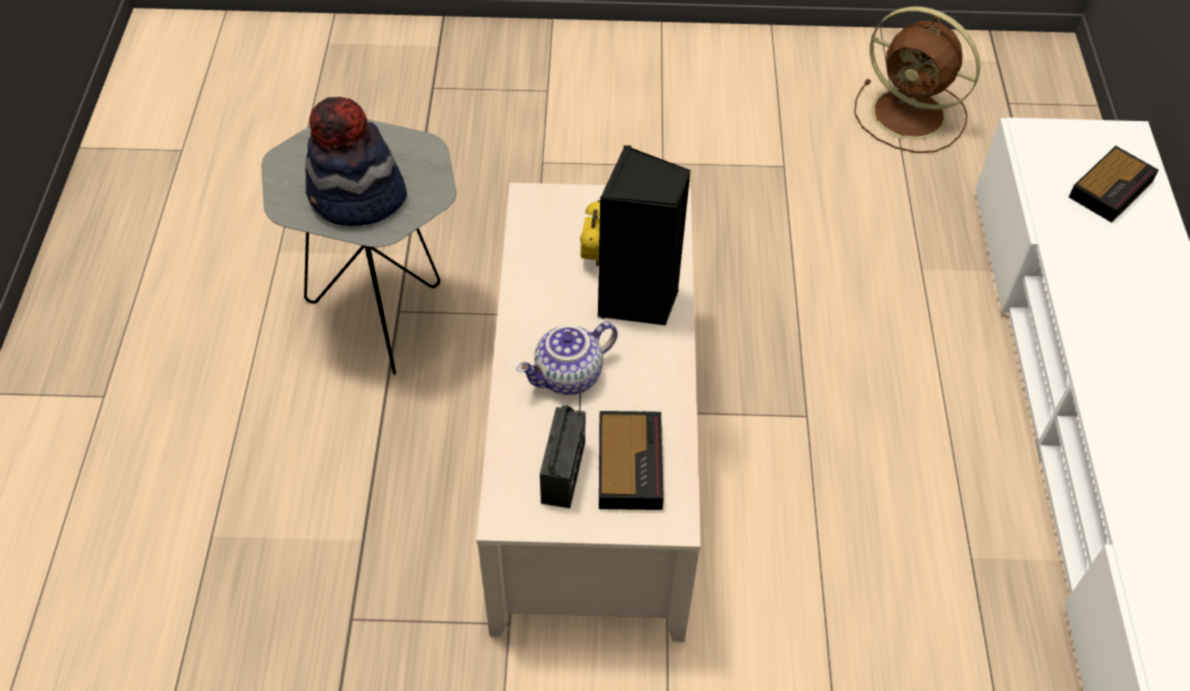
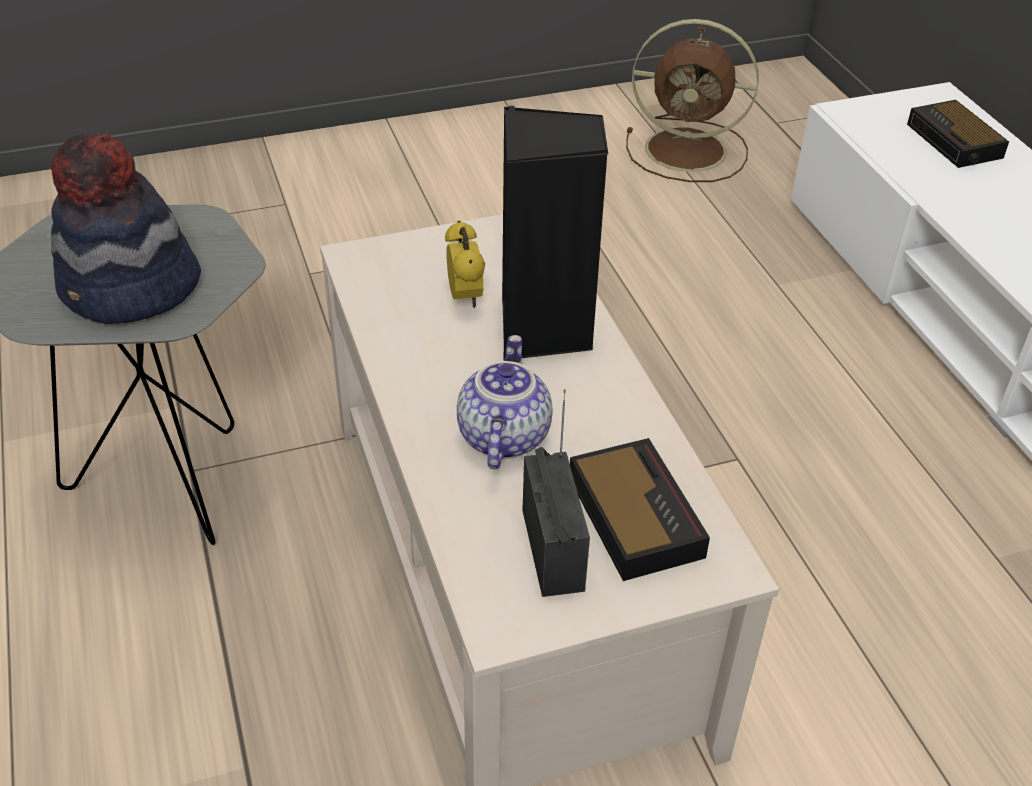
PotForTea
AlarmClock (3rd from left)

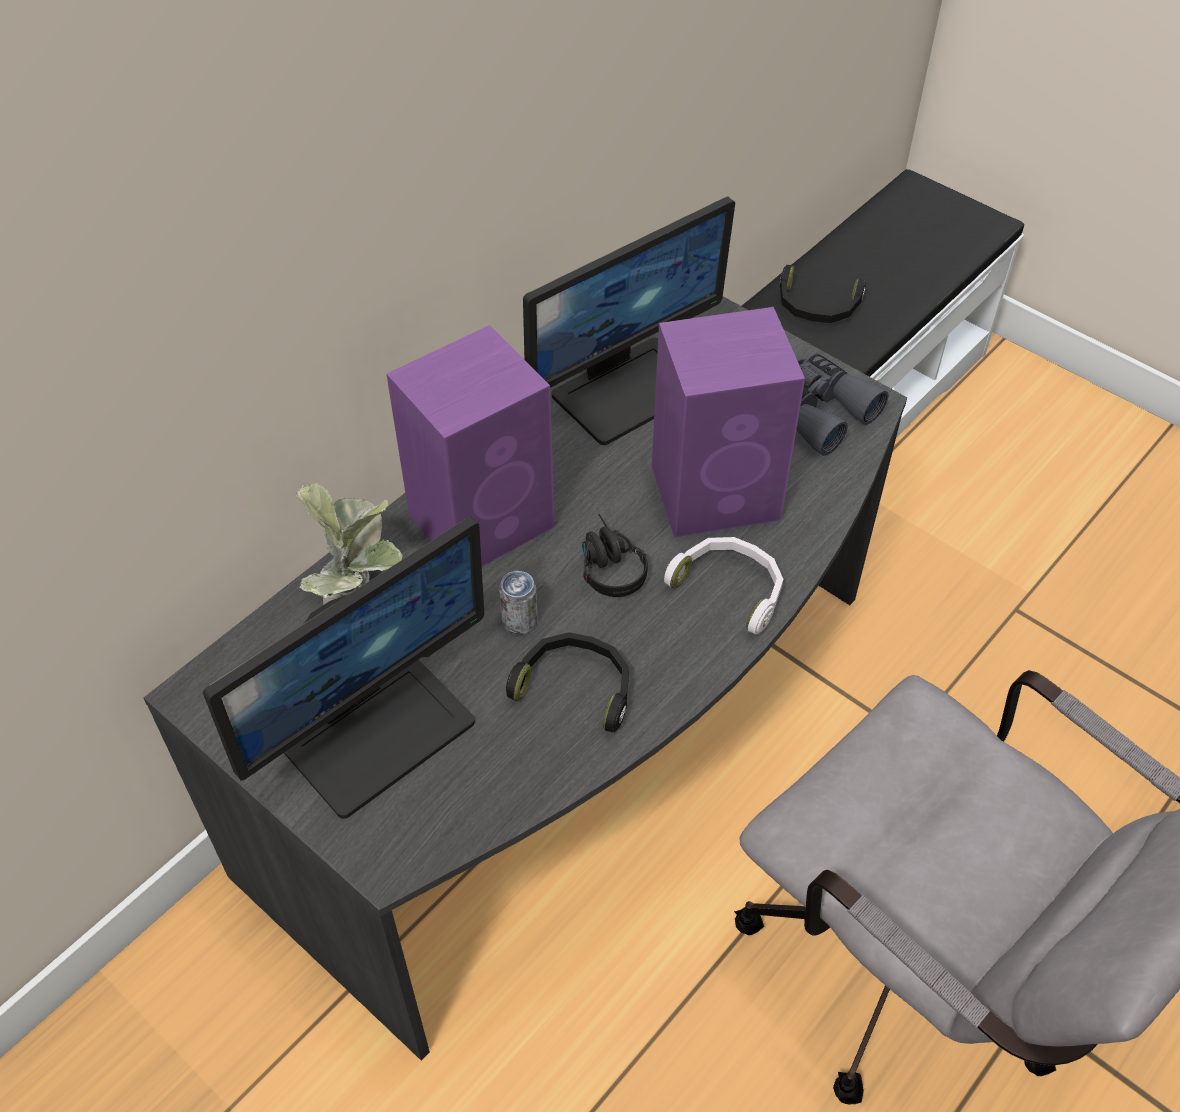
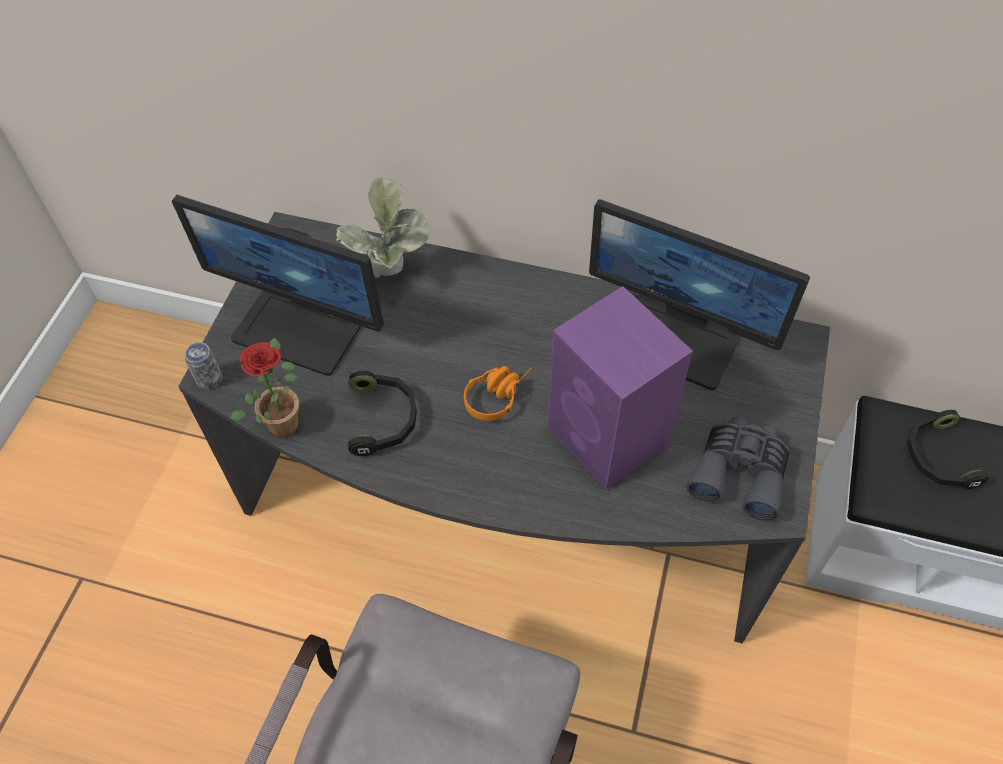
SealedCan
Houseplant (1st from left)
OrangeColouredHeadphones
PurpleColouredLoudspeaker (1st from left in the first image)
WhitishHeadphones

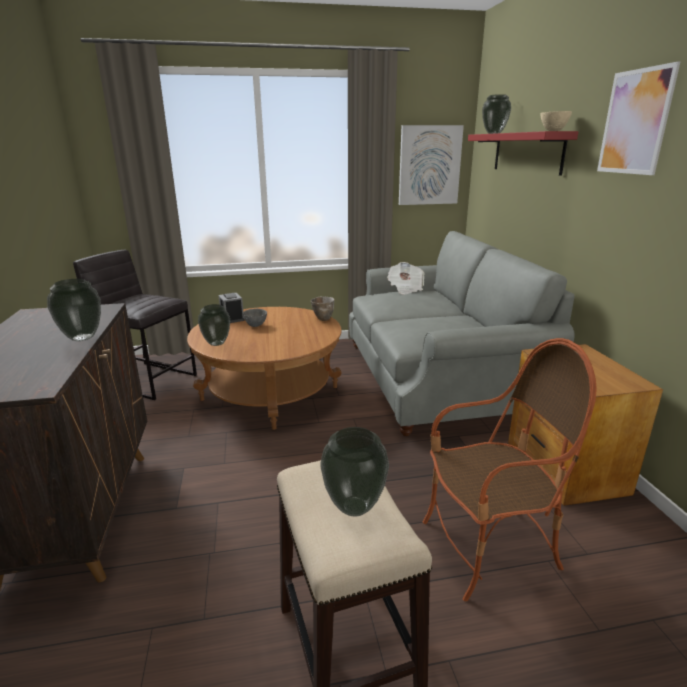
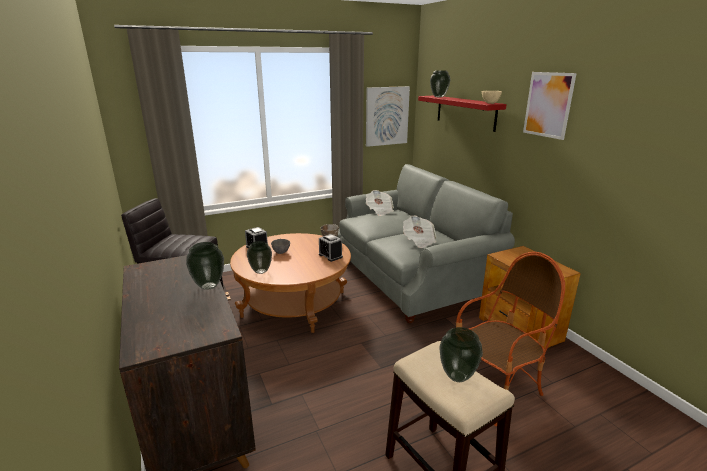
AlarmClock (2nd from left)
PrintedPaper (2nd from left)

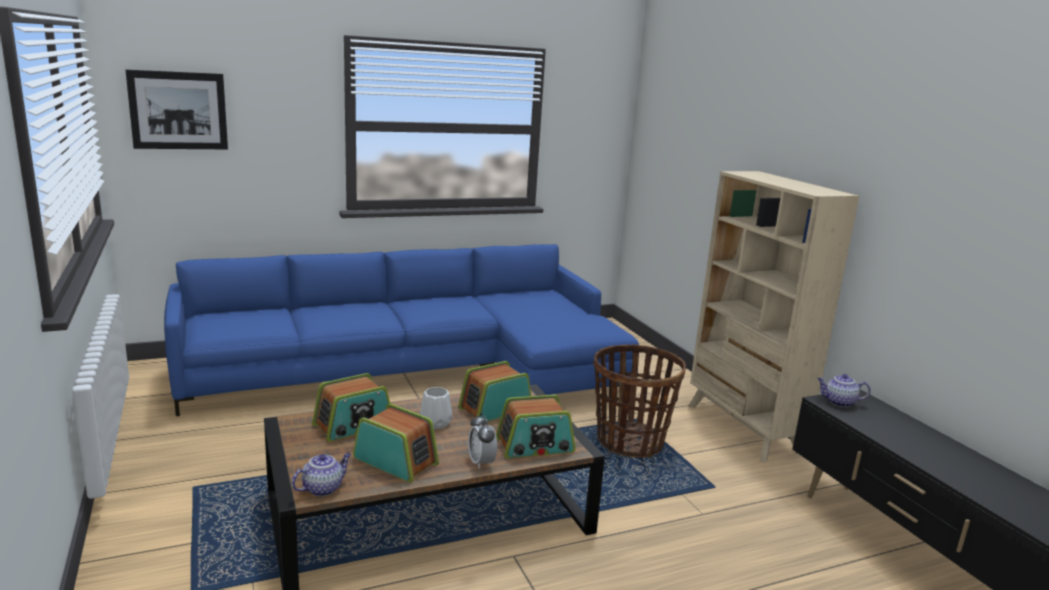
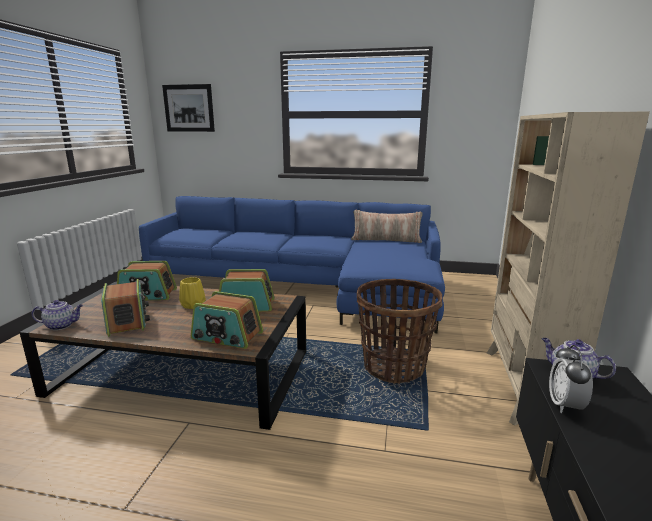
YellowFlowerVase
Cushion
AlarmClock

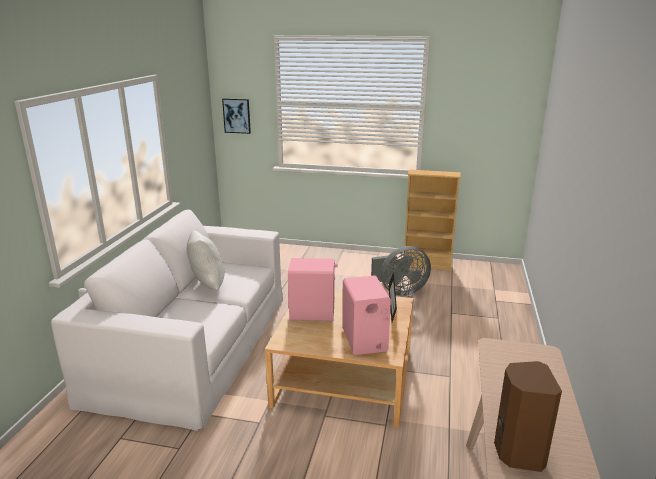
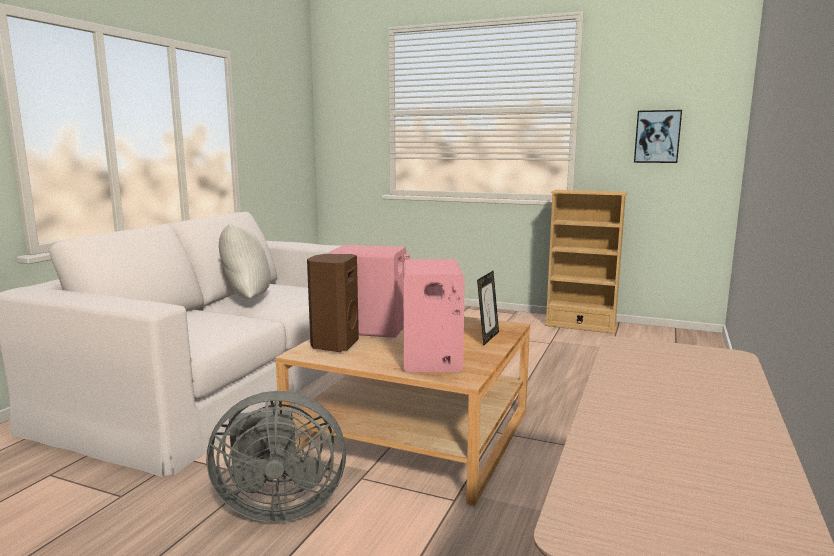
GreyishFan
BrownLoudspeaker
Picture

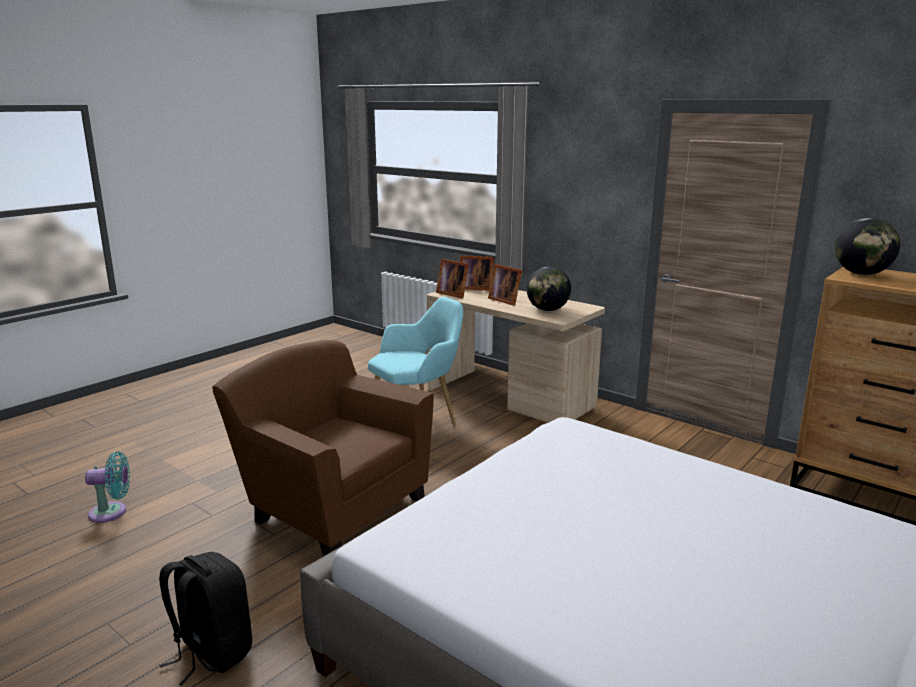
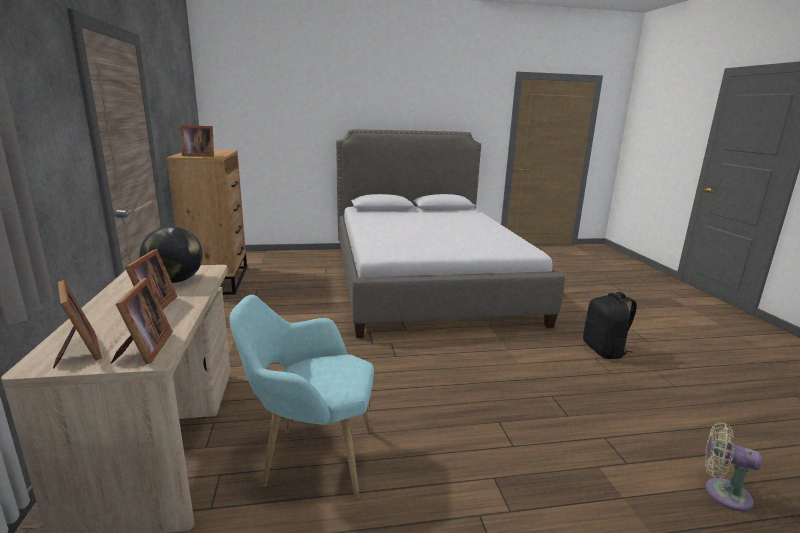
PictureFrame (4th from left)
BeigeFan
BrownEasyChair

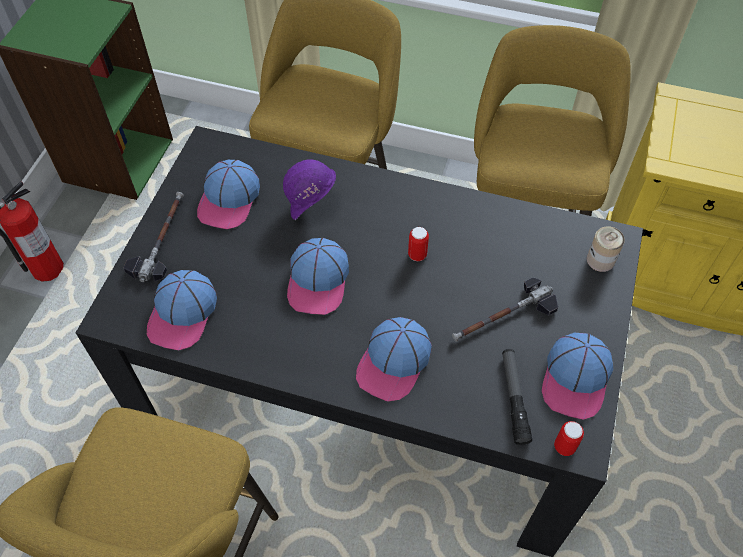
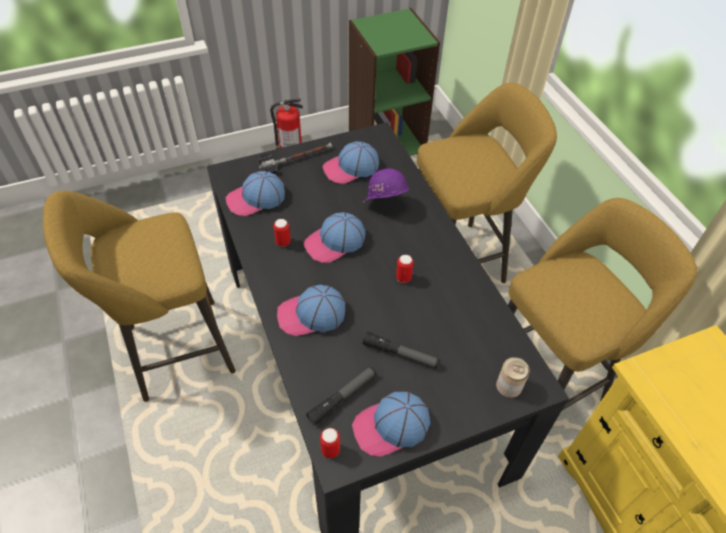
SealedCan (1st from left)
Flashlight (2nd from left)

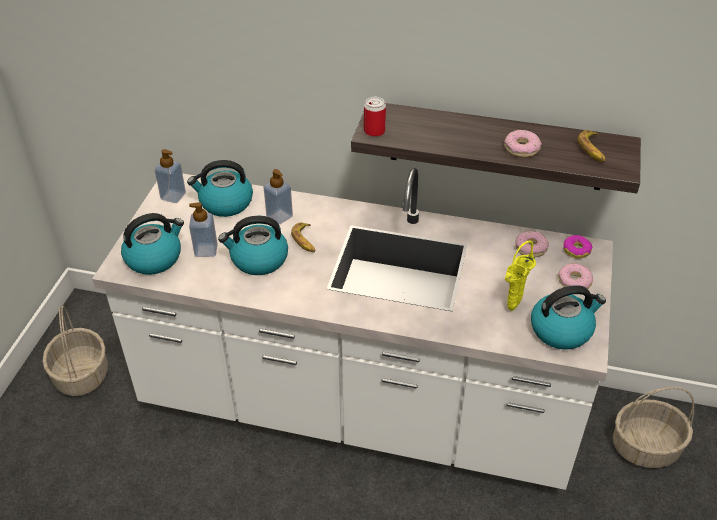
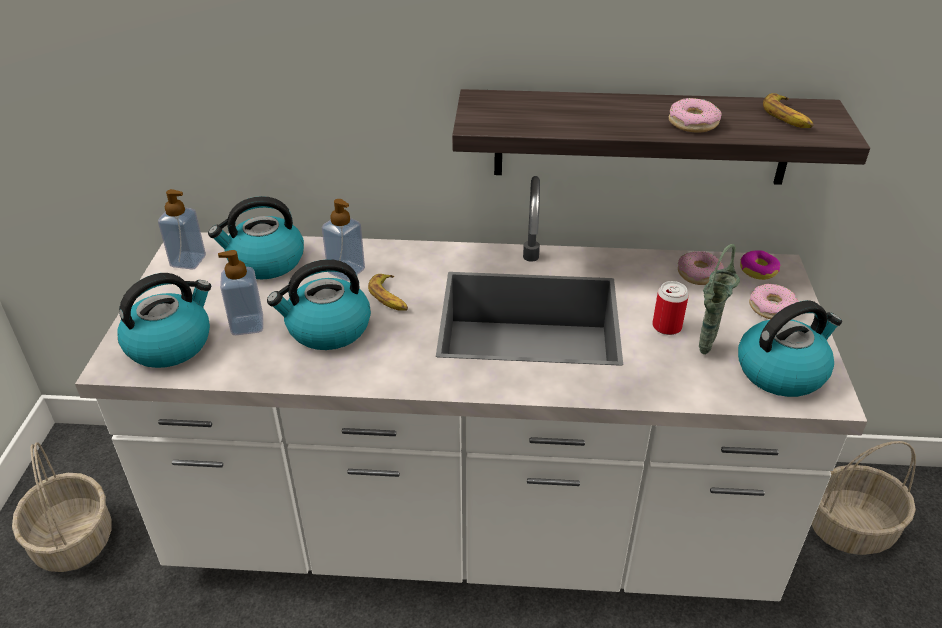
SealedCan
GreenColouredFlowerVase

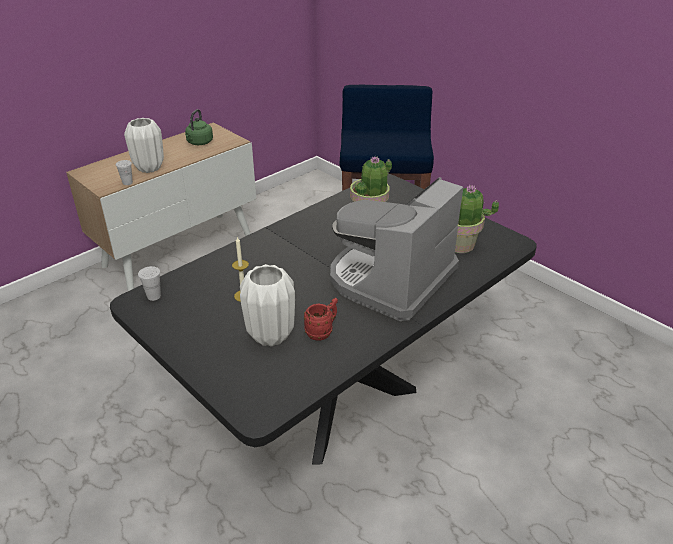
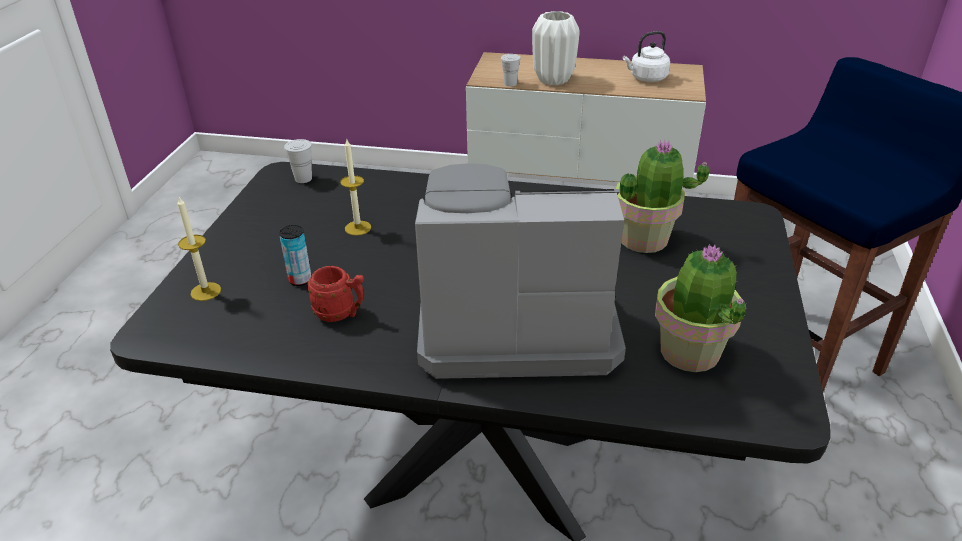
WaxCandle (1st from left)
SealedCan
WhitishWaterKettle

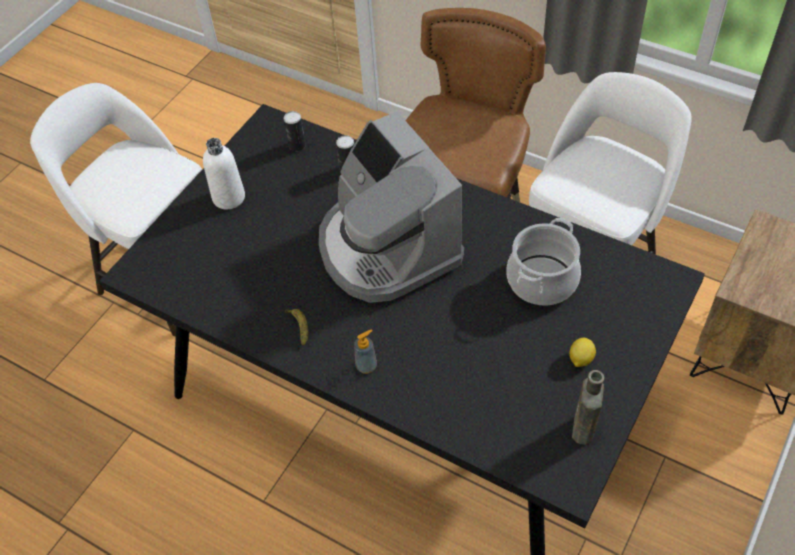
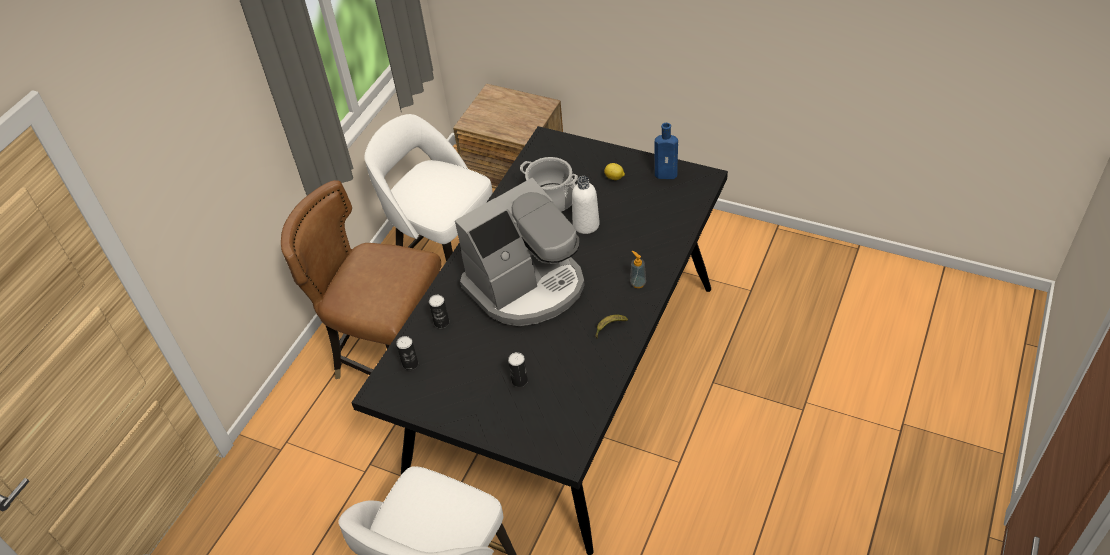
SealedCan (3rd from left)
WhitishBeverageBottle
BluishBeverageBottle

